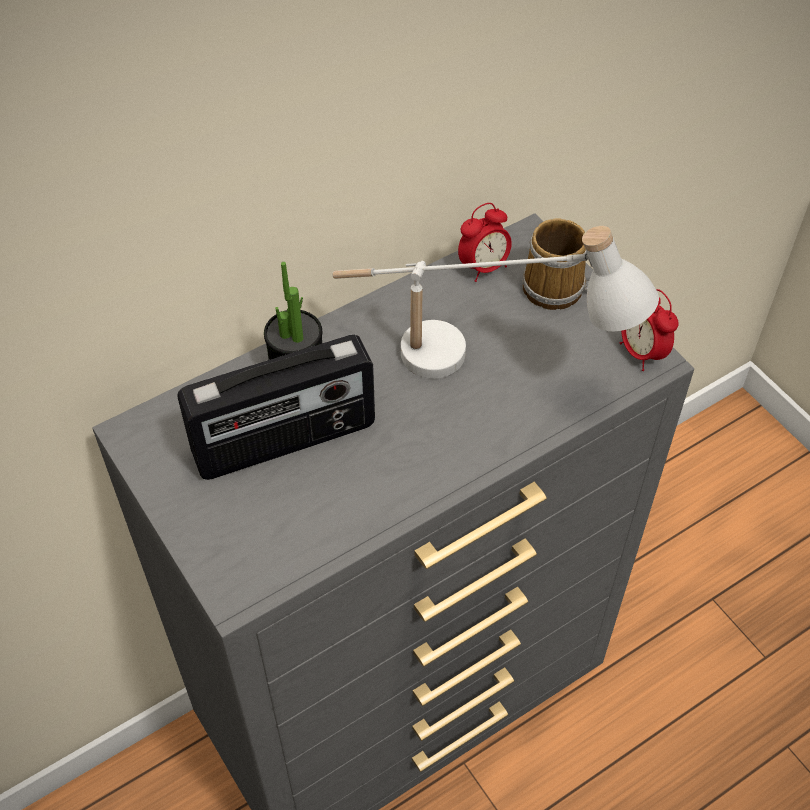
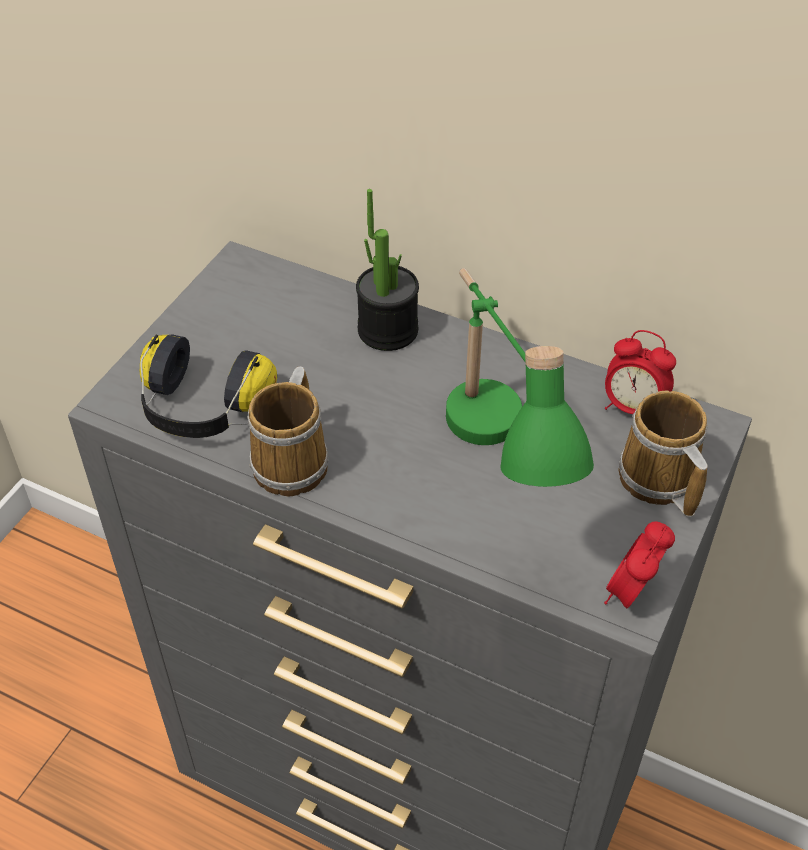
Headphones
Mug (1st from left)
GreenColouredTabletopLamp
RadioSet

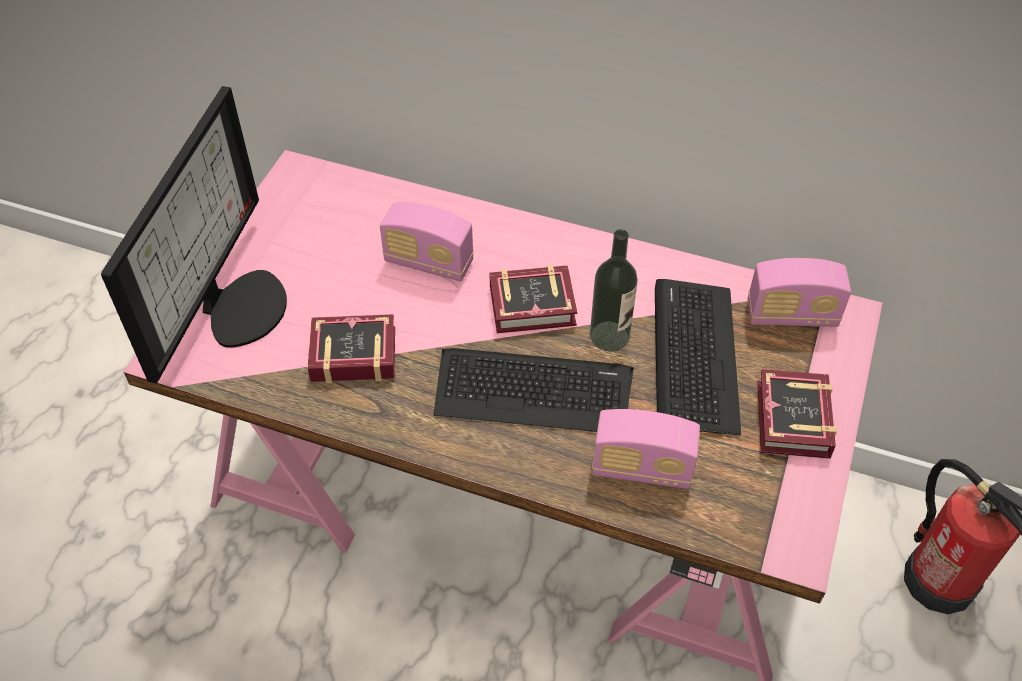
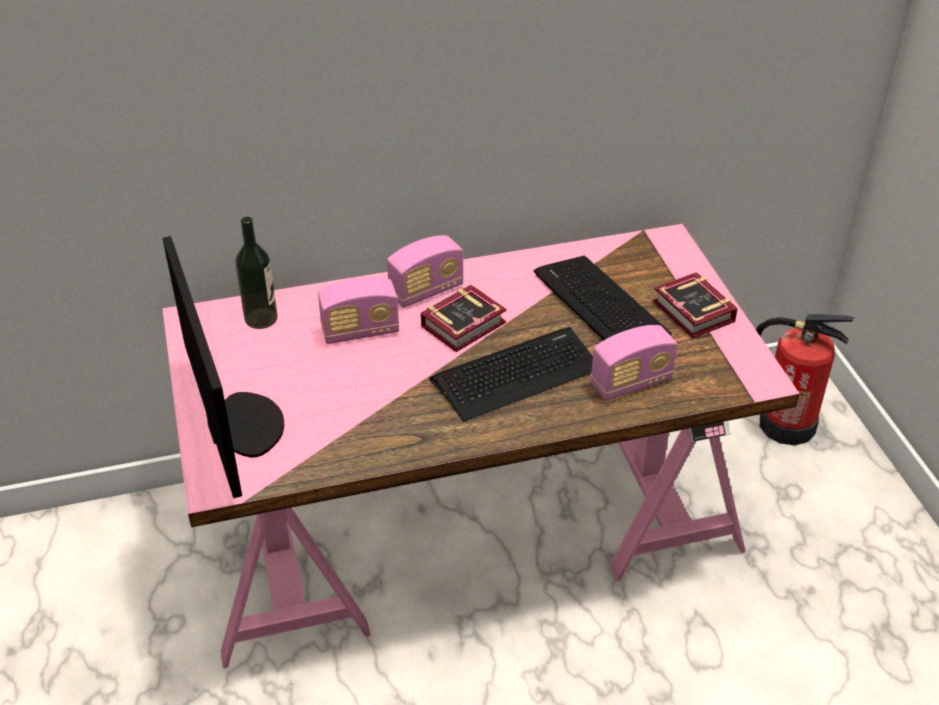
BeverageBottle
RadioSet (2nd from left)
Book (1st from left in the first image)

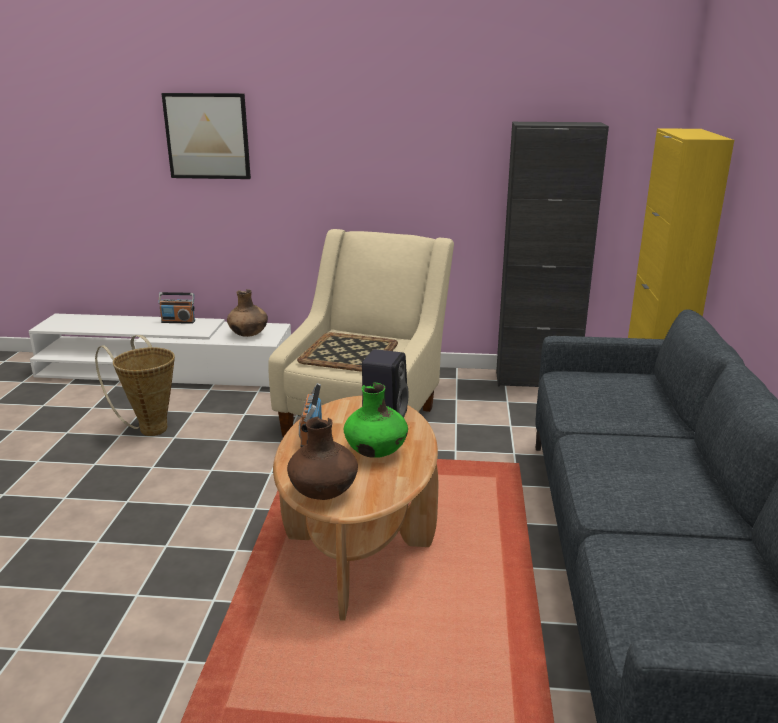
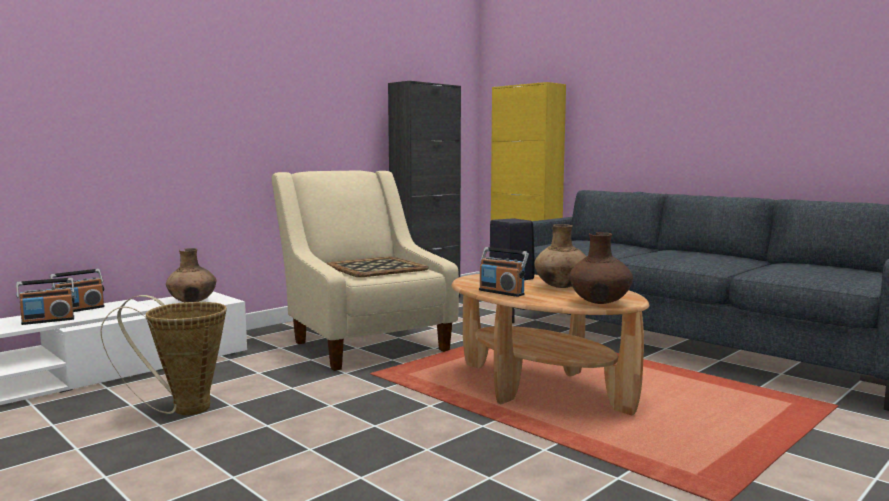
RadioSet (1st from left)
BrownFlowerVase (2nd from left)
Picture

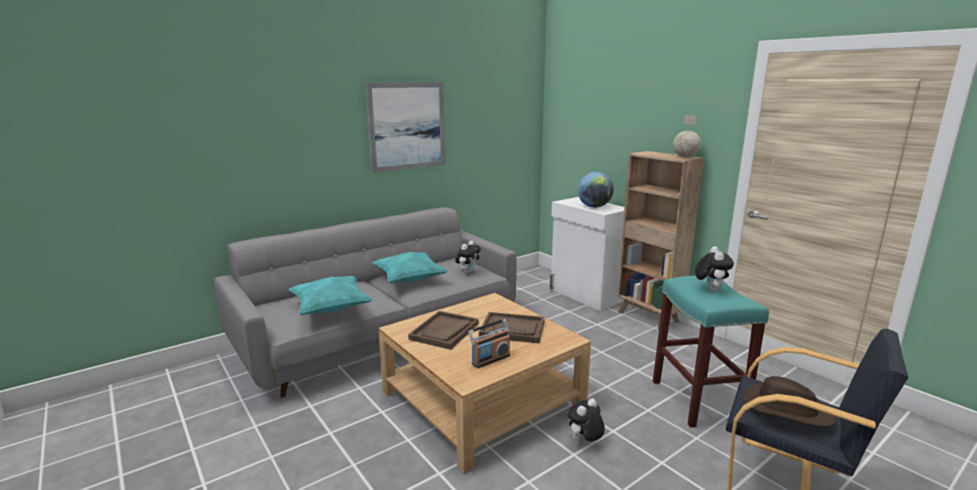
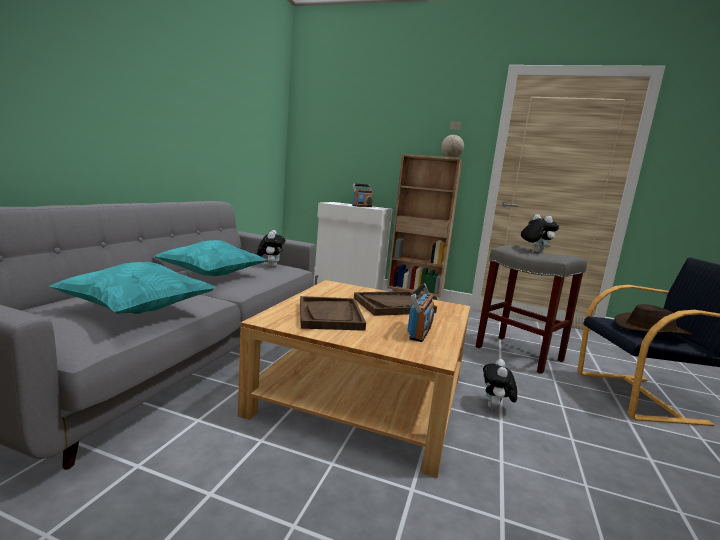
RadioSet (1st from left)
GreyishStoolSeat
Picture

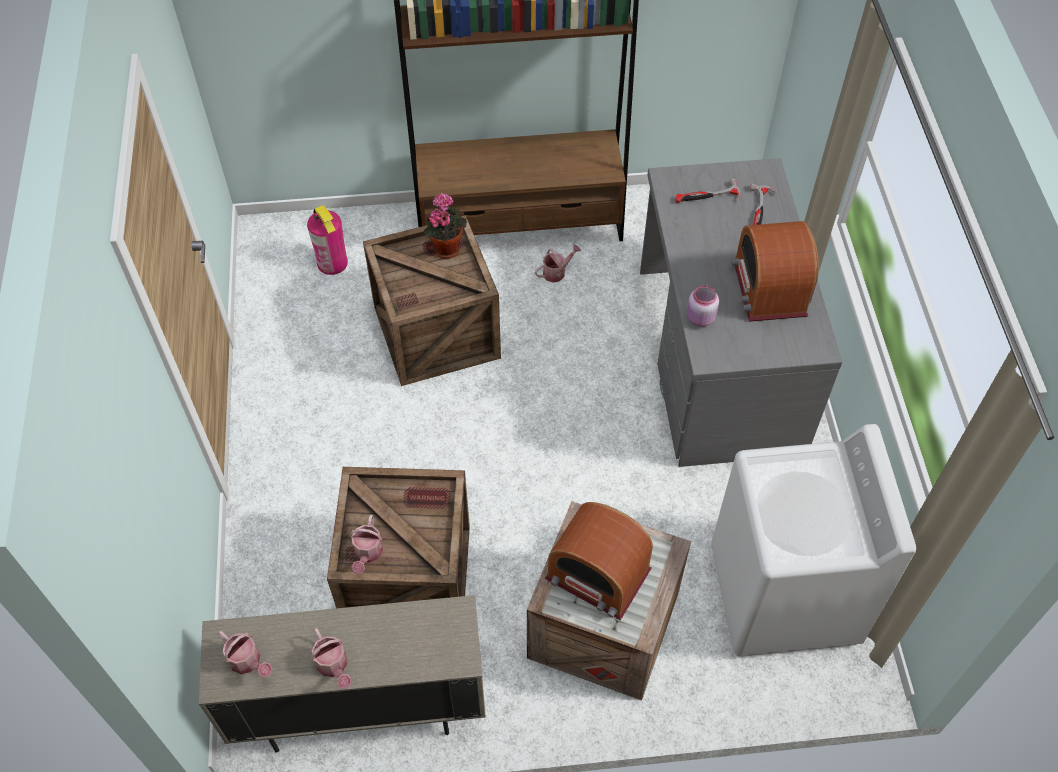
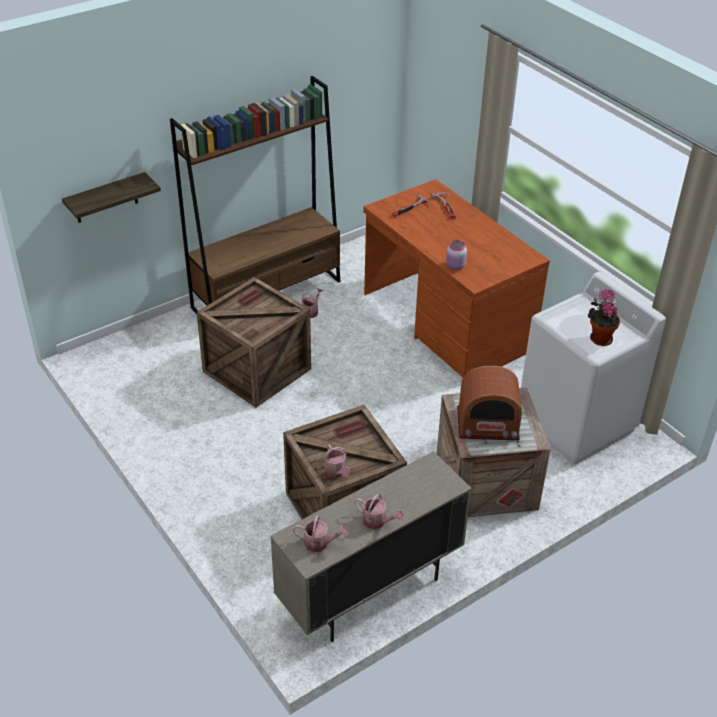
Shelf
BrownDeskTable
Houseplant
FireFightingCylinder
RadioSet (2nd from left in the first image)

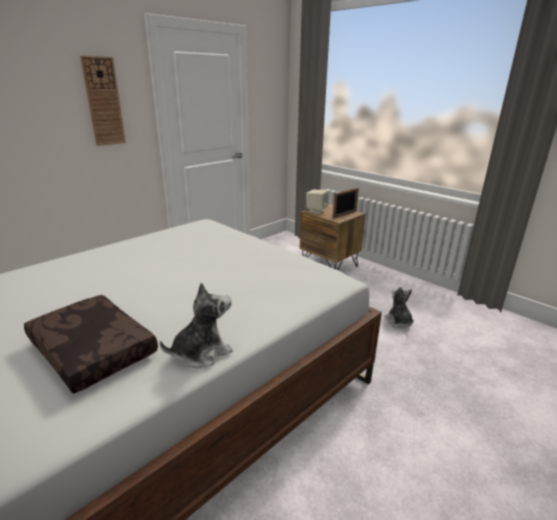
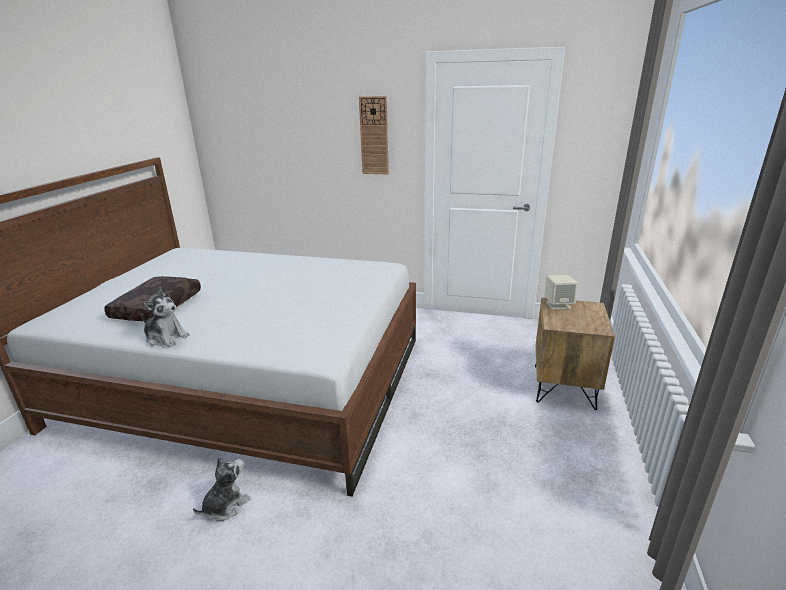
PlushToy (2nd from left)
PictureFrame

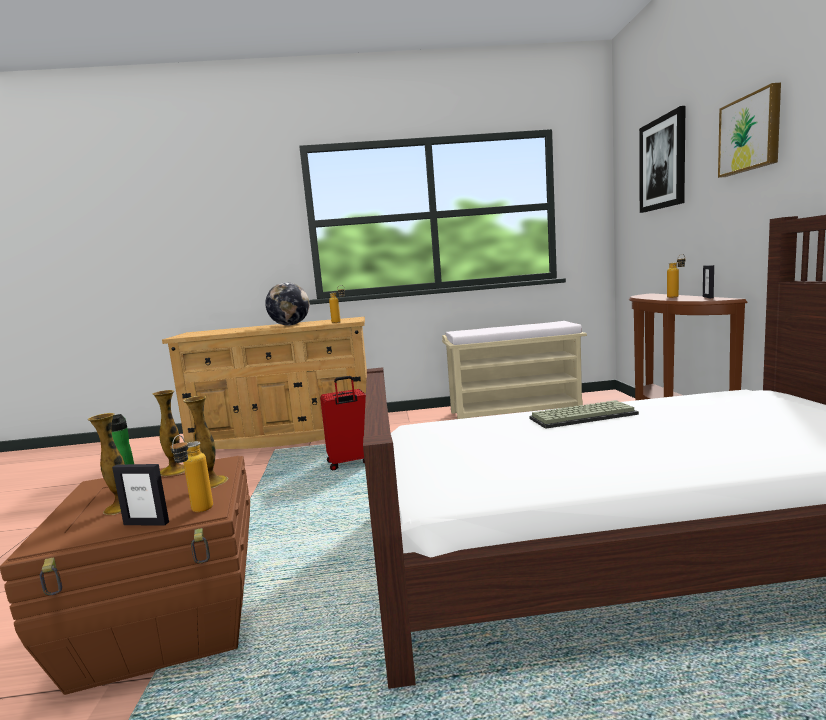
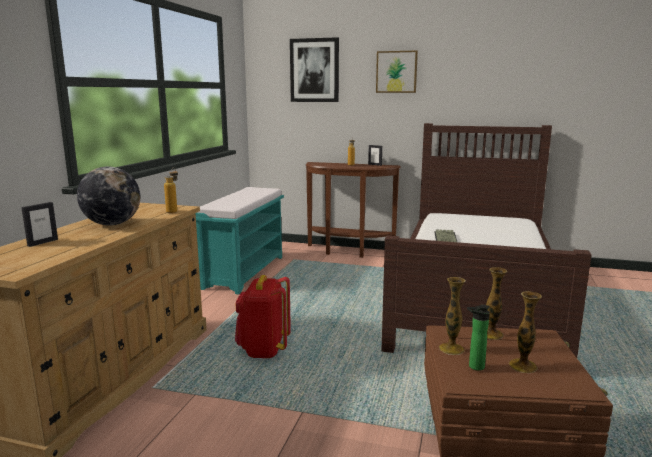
PictureFrame (1st from left)
BlueGreenIndoorBench
RedBackpack
BeverageBottle (2nd from left in the first image)

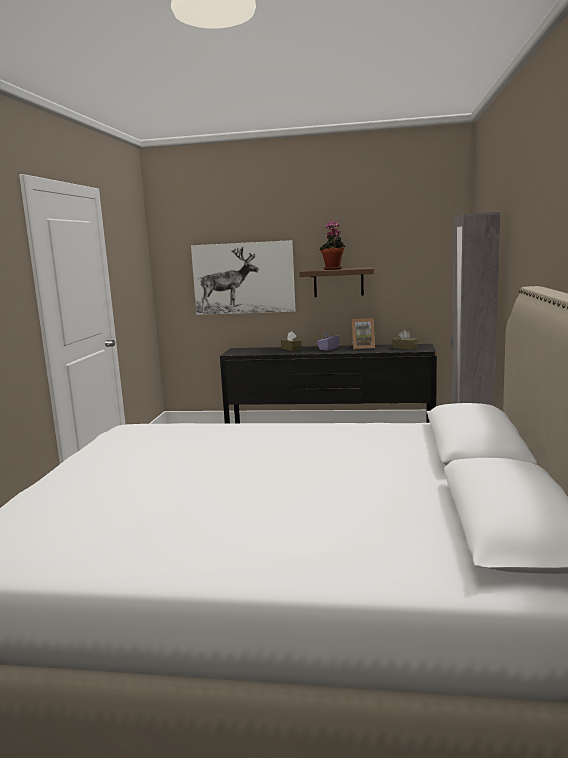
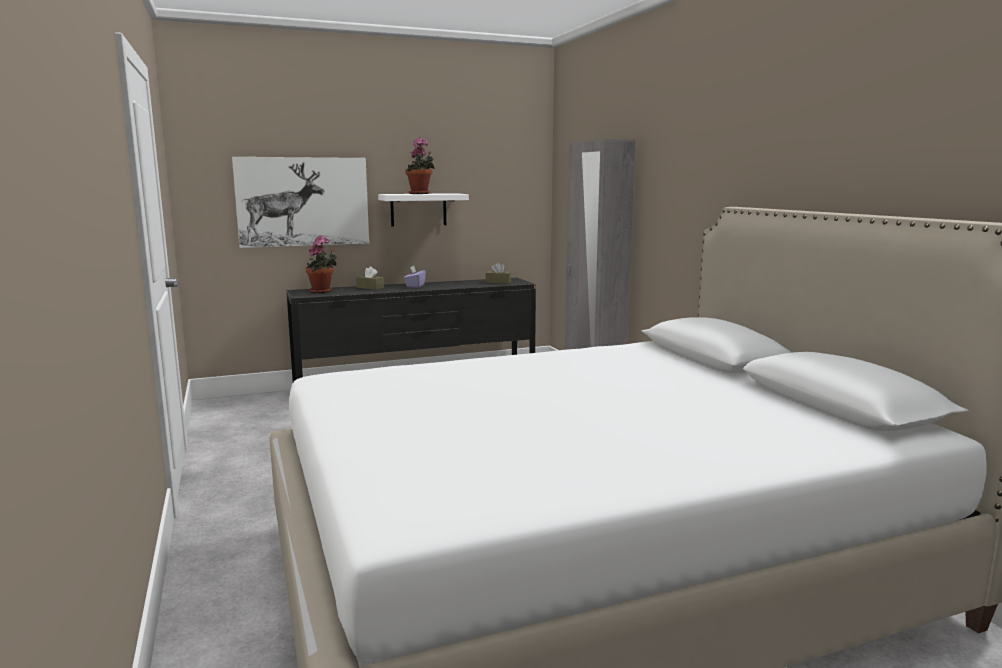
Houseplant (1st from left)
WhitishShelf
PictureFrame

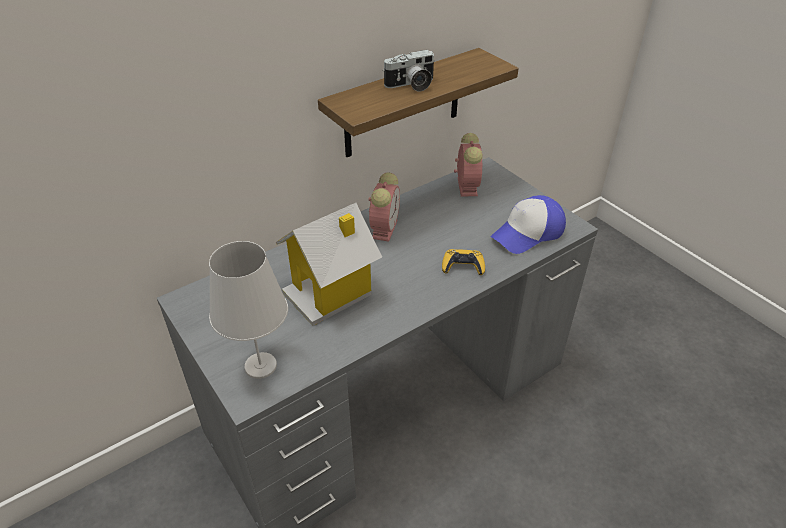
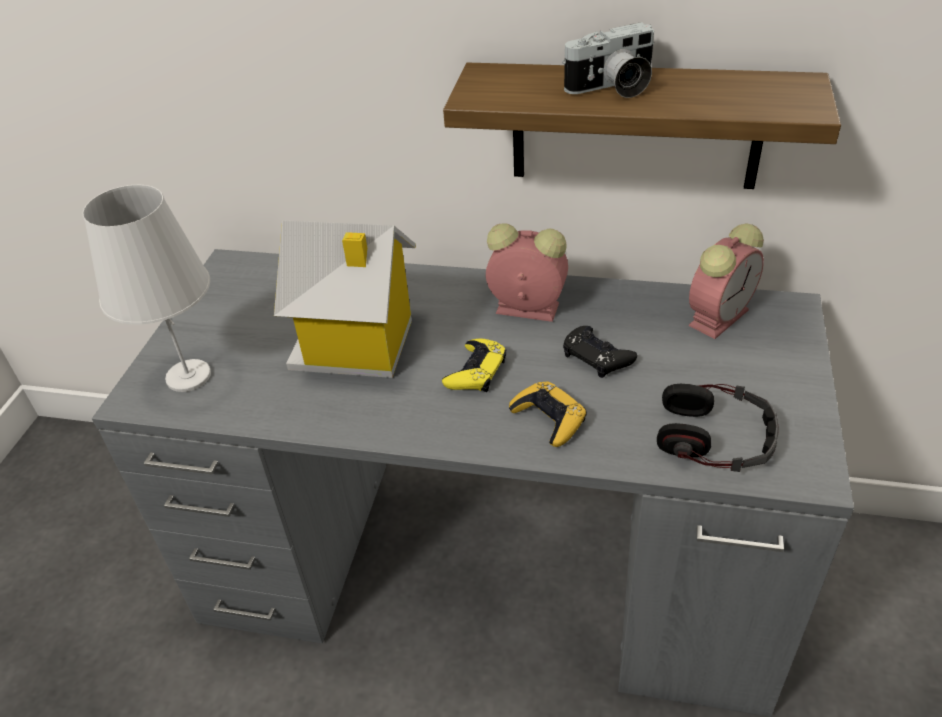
YellowGameController (1st from left)
AlarmClock (1st from left)
PhotoCamera
BlackGameController
Headphones

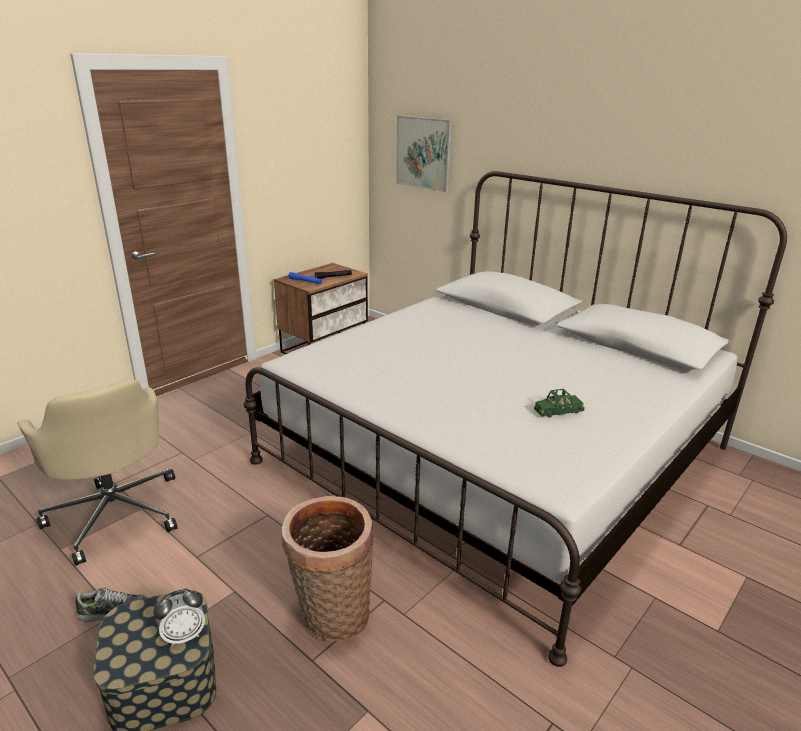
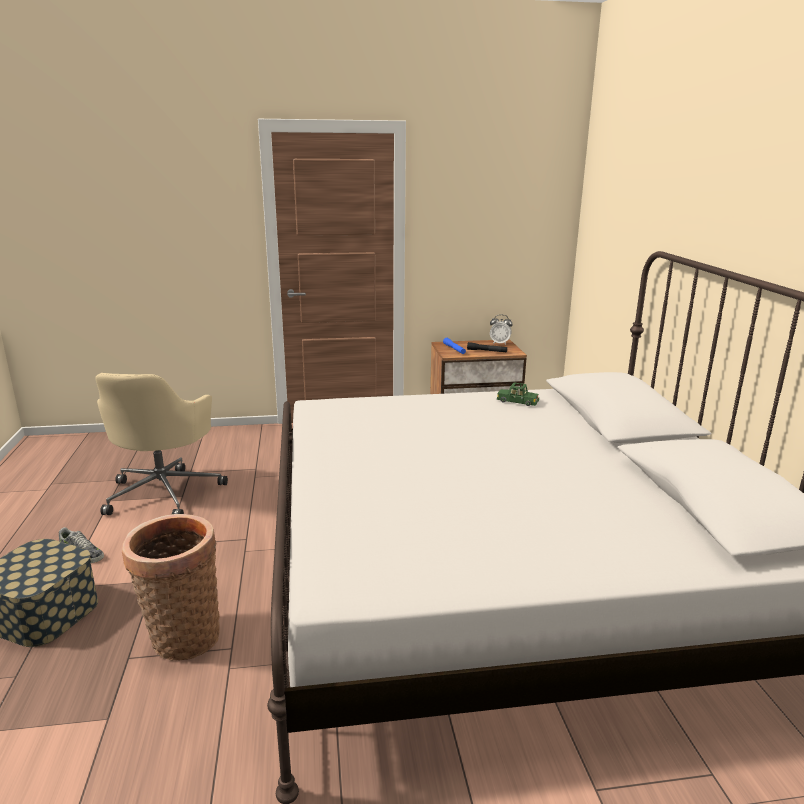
AlarmClock
GreenColouredMiniatureCar
Picture

